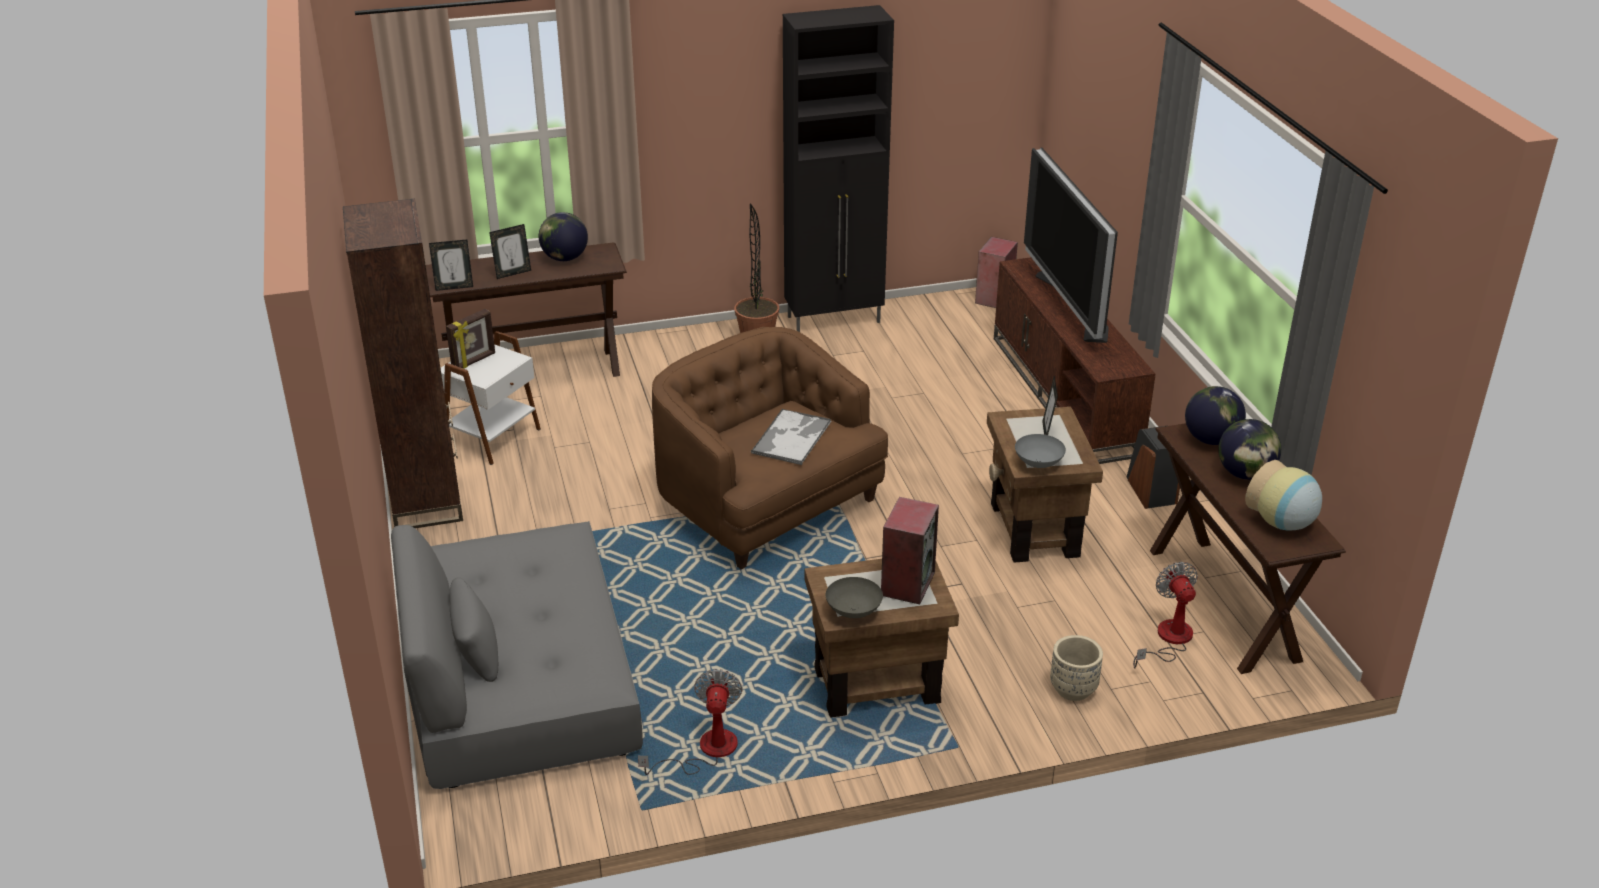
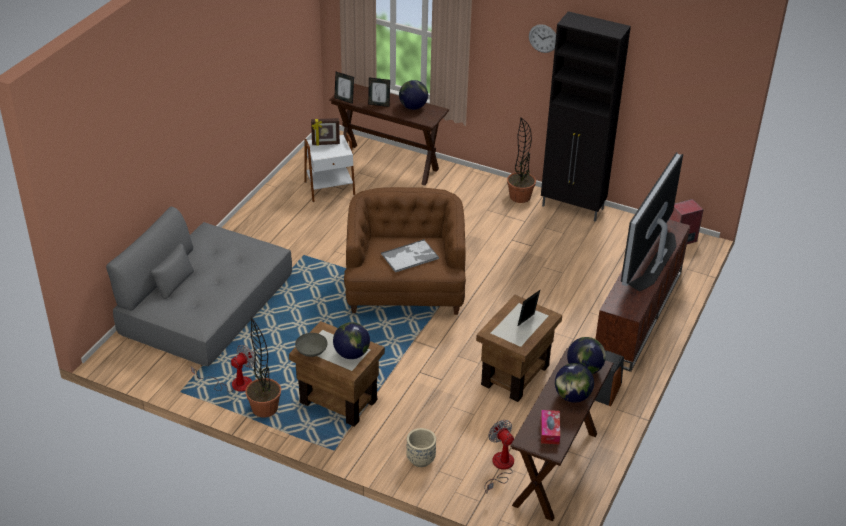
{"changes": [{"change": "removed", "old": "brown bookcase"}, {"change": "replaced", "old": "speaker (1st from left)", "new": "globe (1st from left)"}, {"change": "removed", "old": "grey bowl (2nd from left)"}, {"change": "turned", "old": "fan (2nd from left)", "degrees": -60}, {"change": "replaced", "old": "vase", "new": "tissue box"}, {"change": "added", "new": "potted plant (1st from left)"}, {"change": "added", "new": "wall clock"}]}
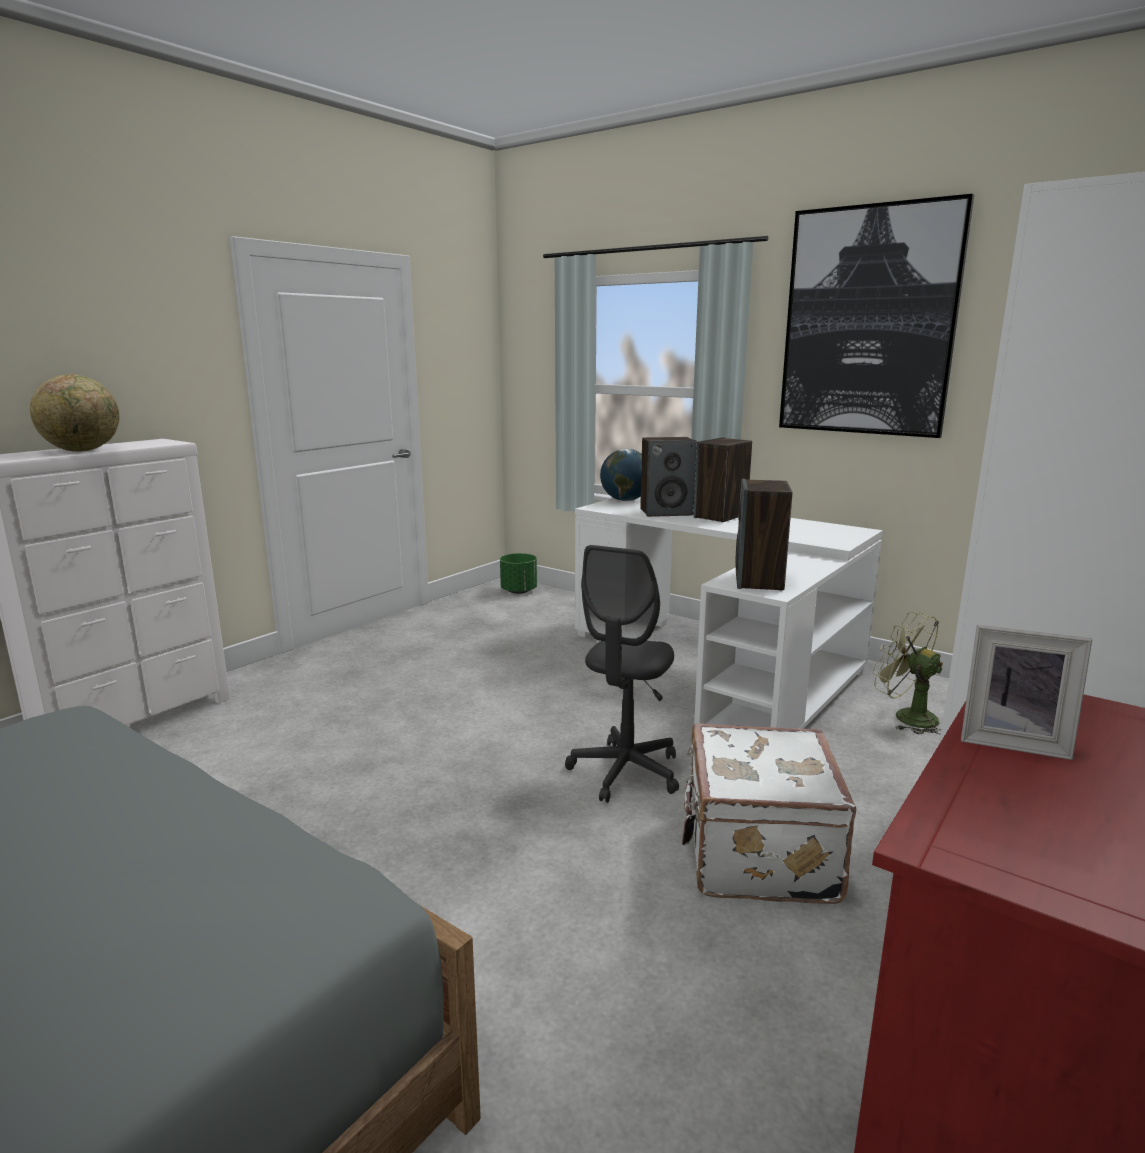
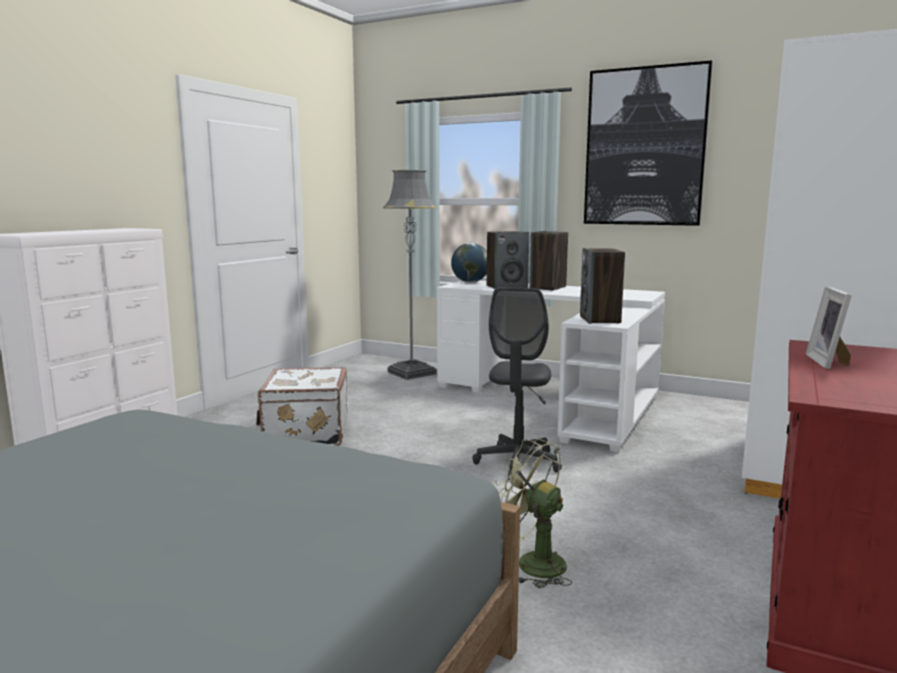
{"changes": [{"change": "removed", "old": "globe (1st from left)"}, {"change": "removed", "old": "green planter"}, {"change": "moved", "old": "white suitcase"}, {"change": "moved", "old": "green fan"}, {"change": "turned", "old": "picture frame", "degrees": 90}, {"change": "added", "new": "grey floor lamp"}]}
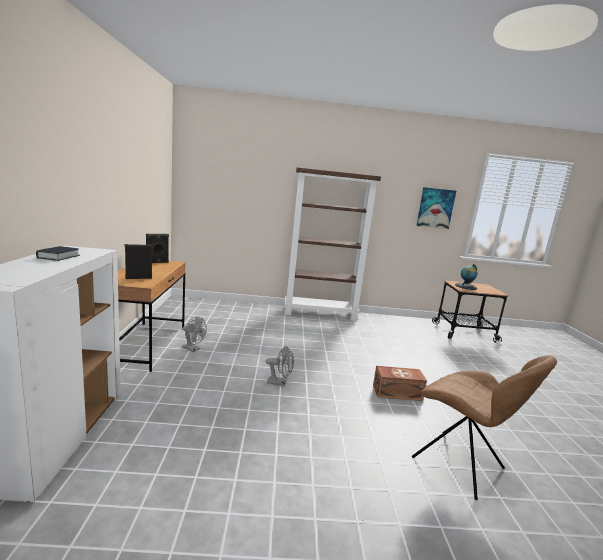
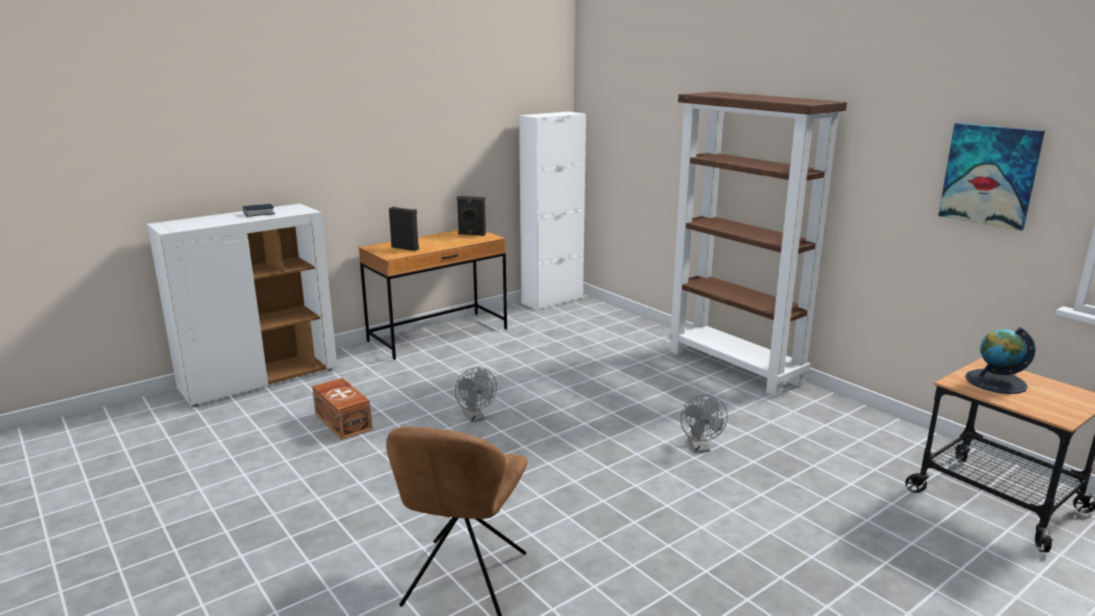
{"changes": [{"change": "moved", "old": "grey fan (1st from left in the first image)", "new": "grey fan (2nd from left)"}, {"change": "moved", "old": "brown storage box"}, {"change": "added", "new": "white cabinet (2nd from left)"}]}
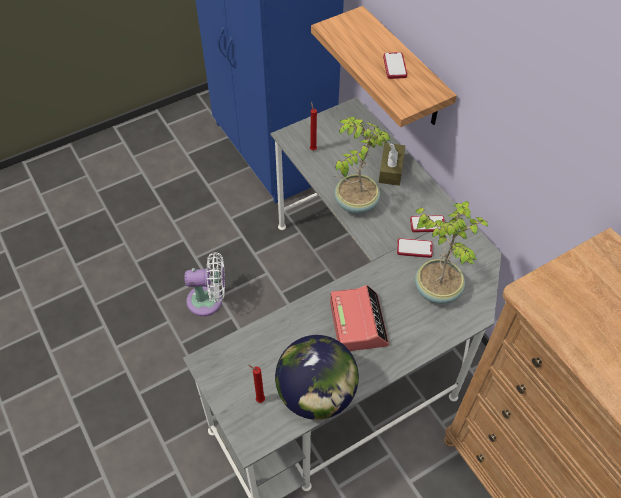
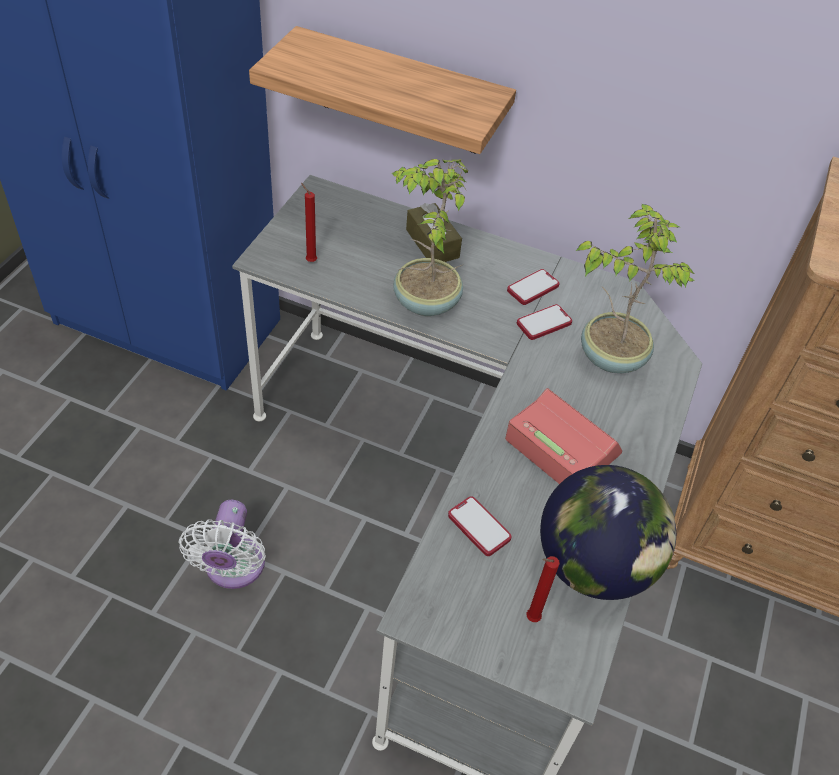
{"changes": [{"change": "turned", "old": "white fan", "degrees": 135}, {"change": "moved", "old": "phone (1st from left)"}]}
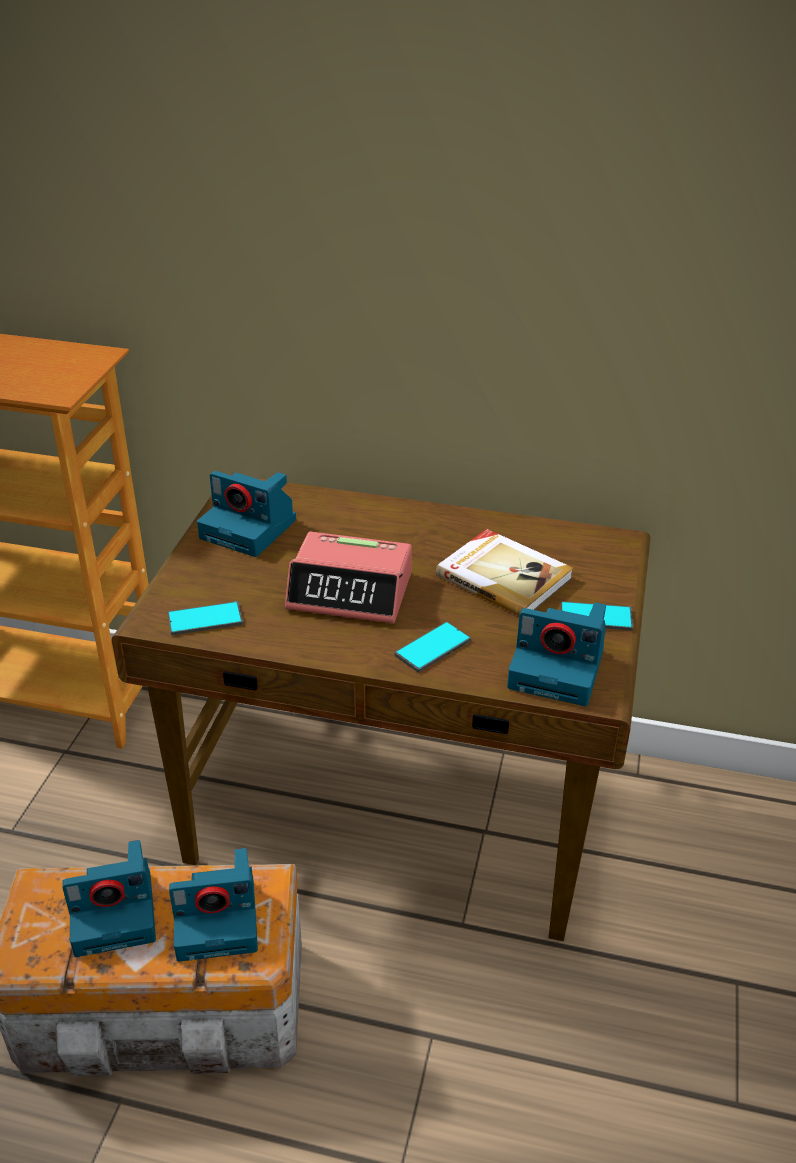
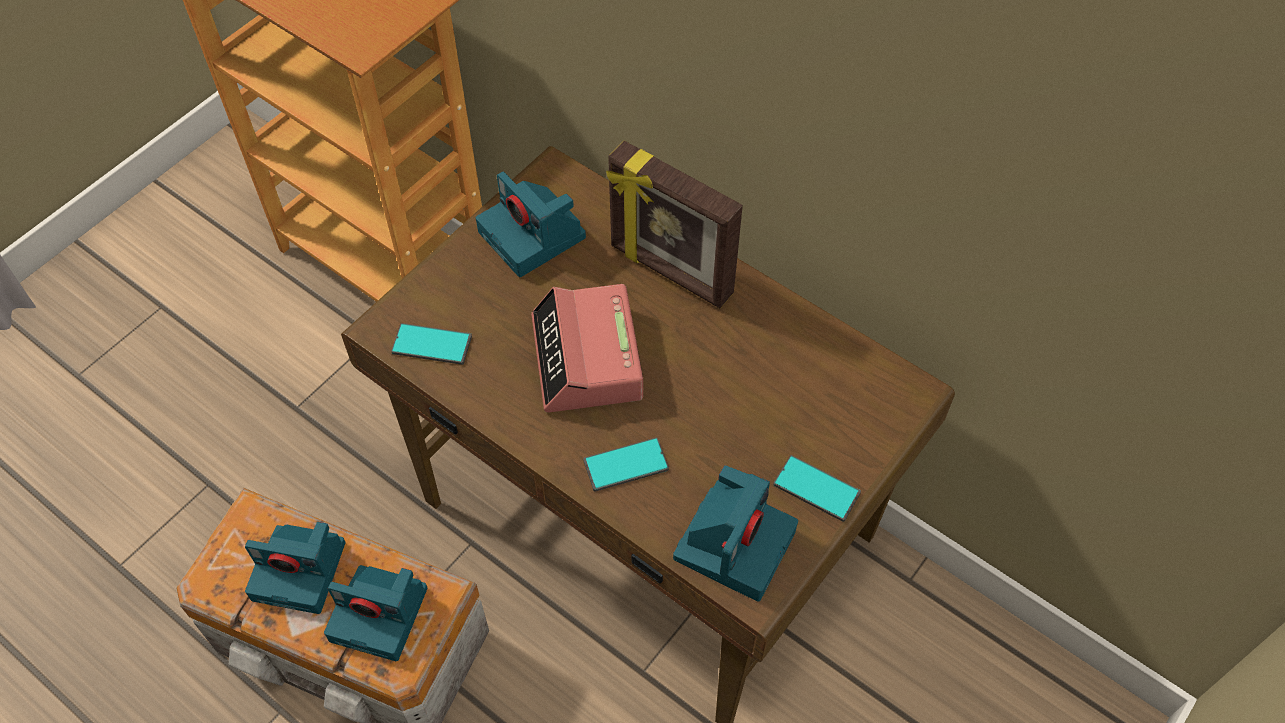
{"changes": [{"change": "turned", "old": "alarm clock", "degrees": 45}, {"change": "removed", "old": "book"}, {"change": "turned", "old": "photo camera (4th from left)", "degrees": -105}, {"change": "added", "new": "picture frame"}]}
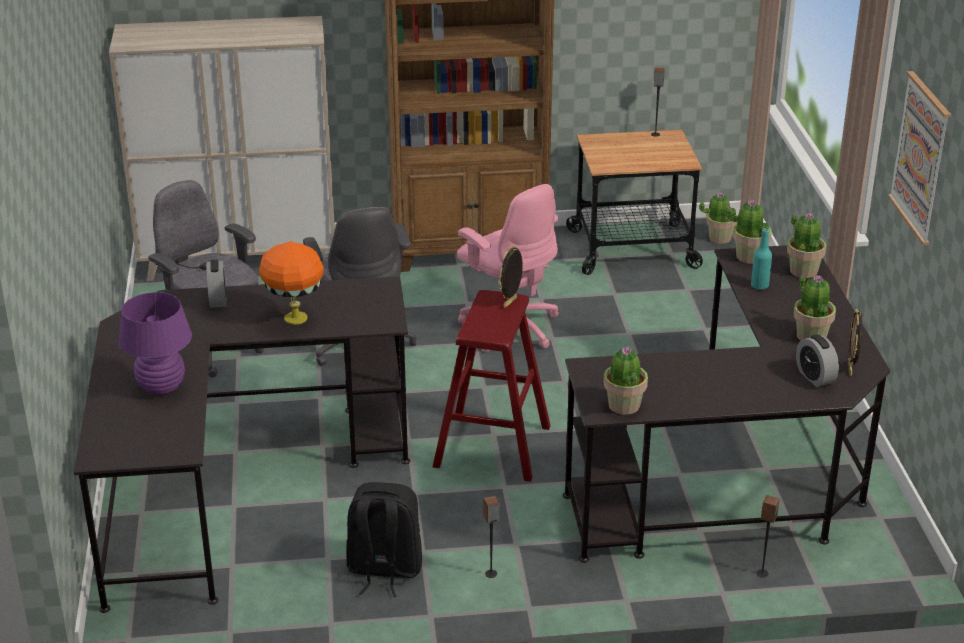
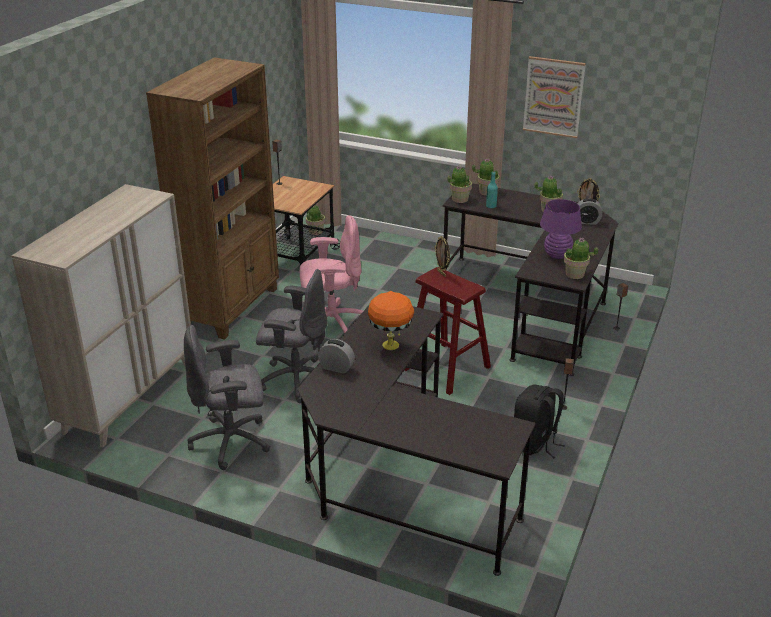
{"changes": [{"change": "moved", "old": "purple table lamp"}]}
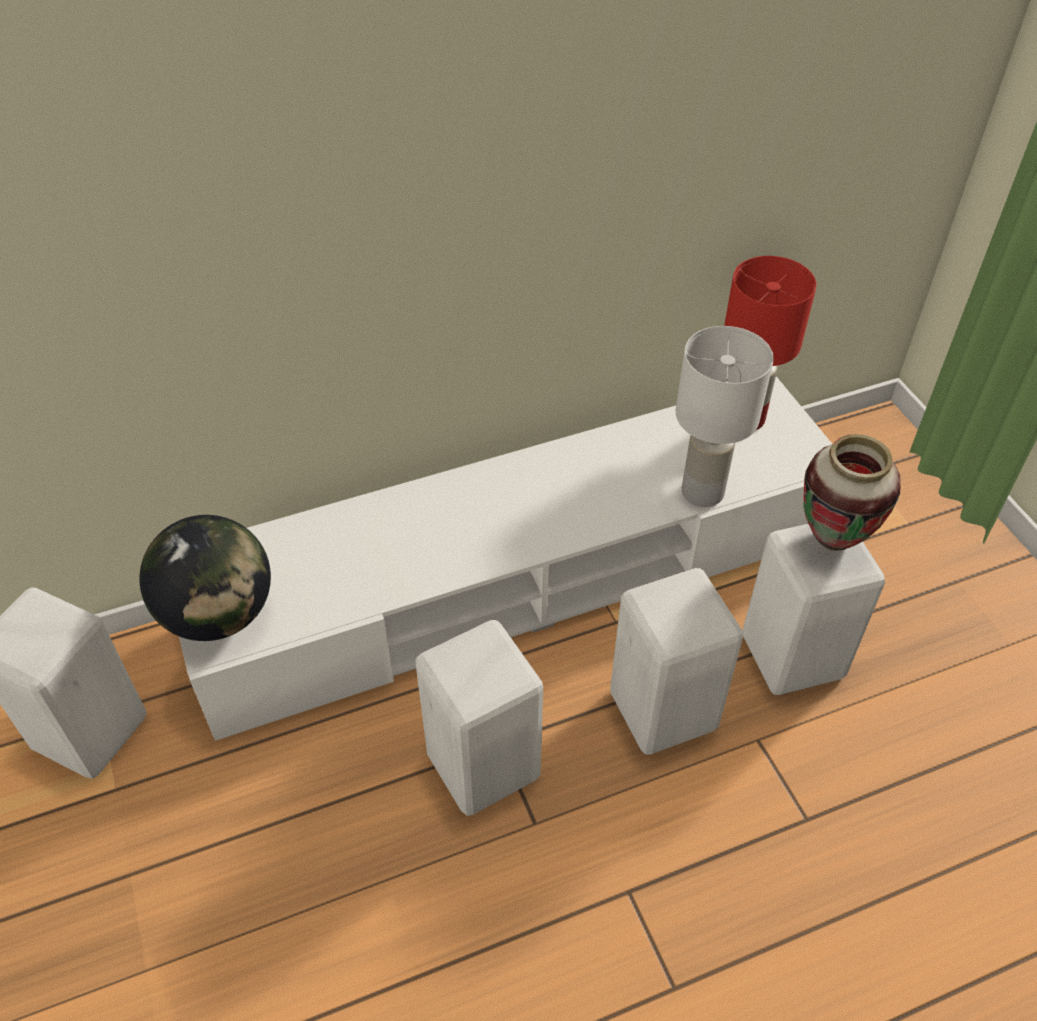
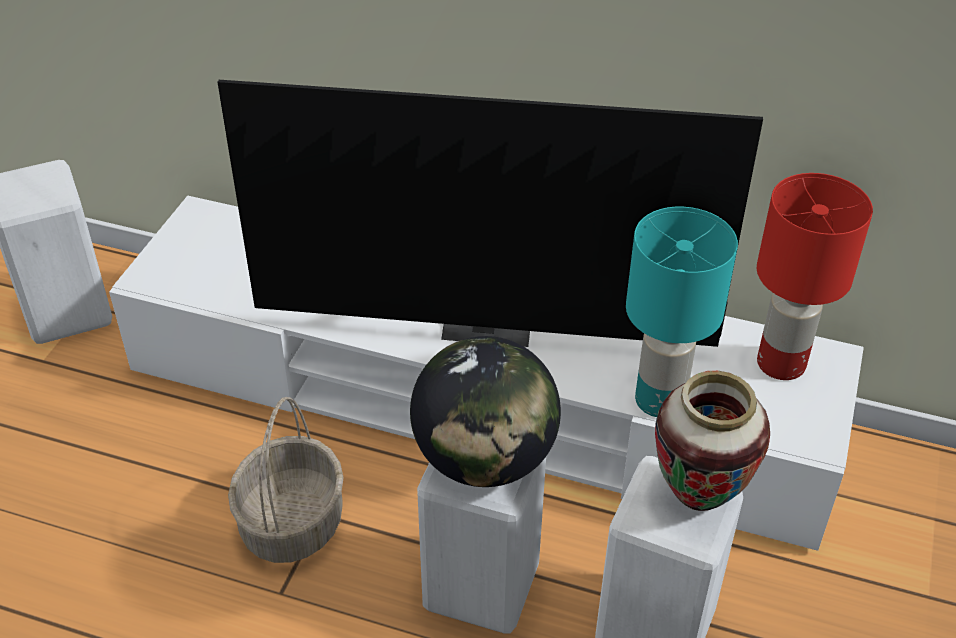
{"changes": [{"change": "moved", "old": "globe"}, {"change": "replaced", "old": "white stool (2nd from left)", "new": "basket"}, {"change": "recoloured", "old": "white table lamp", "new": "turquoise table lamp"}, {"change": "added", "new": "television"}]}
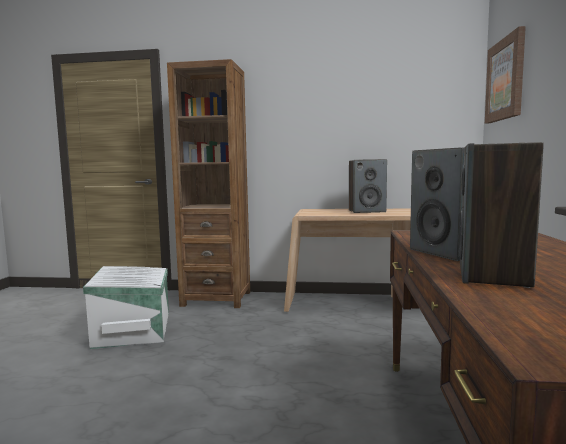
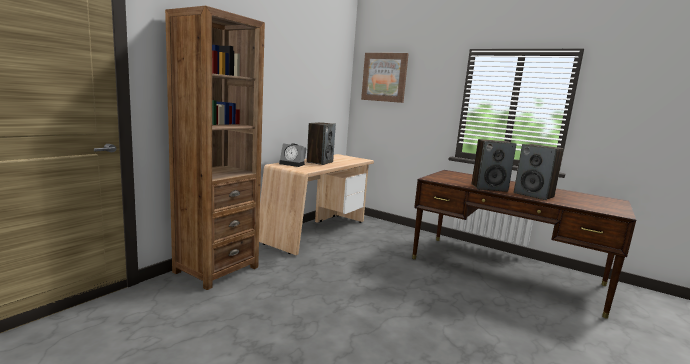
{"changes": [{"change": "removed", "old": "white storage box"}, {"change": "added", "new": "alarm clock"}]}
